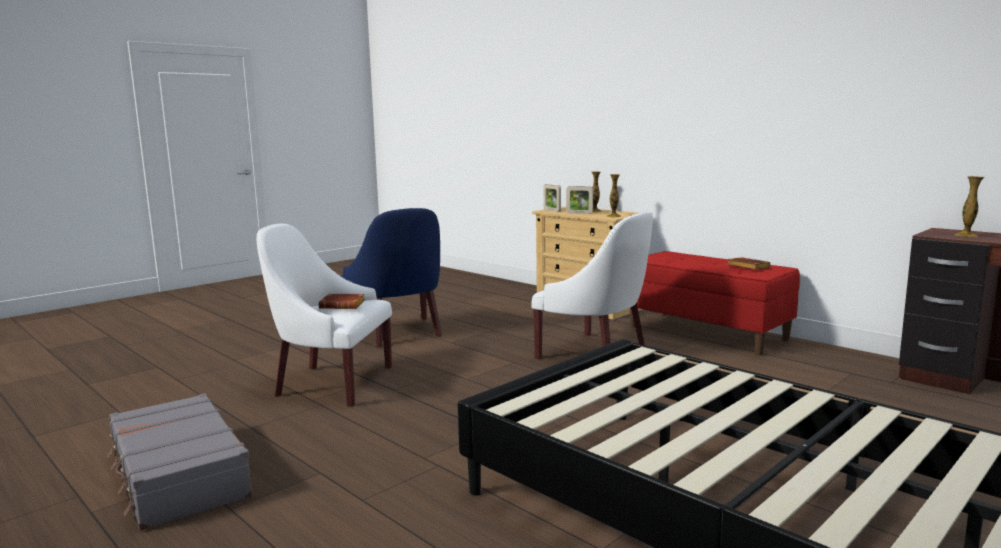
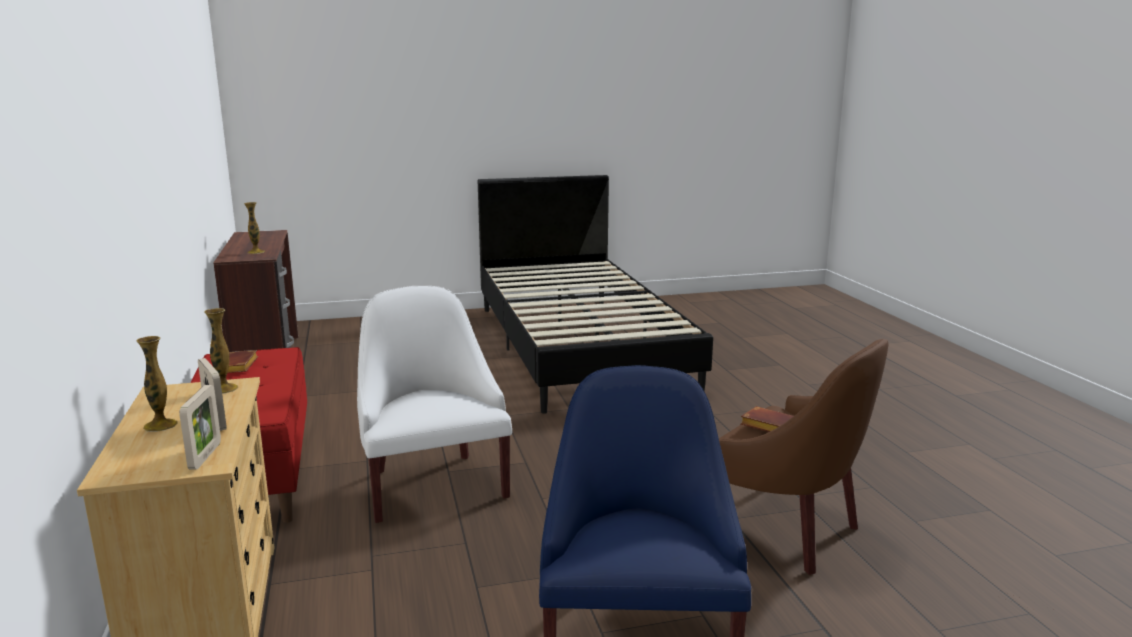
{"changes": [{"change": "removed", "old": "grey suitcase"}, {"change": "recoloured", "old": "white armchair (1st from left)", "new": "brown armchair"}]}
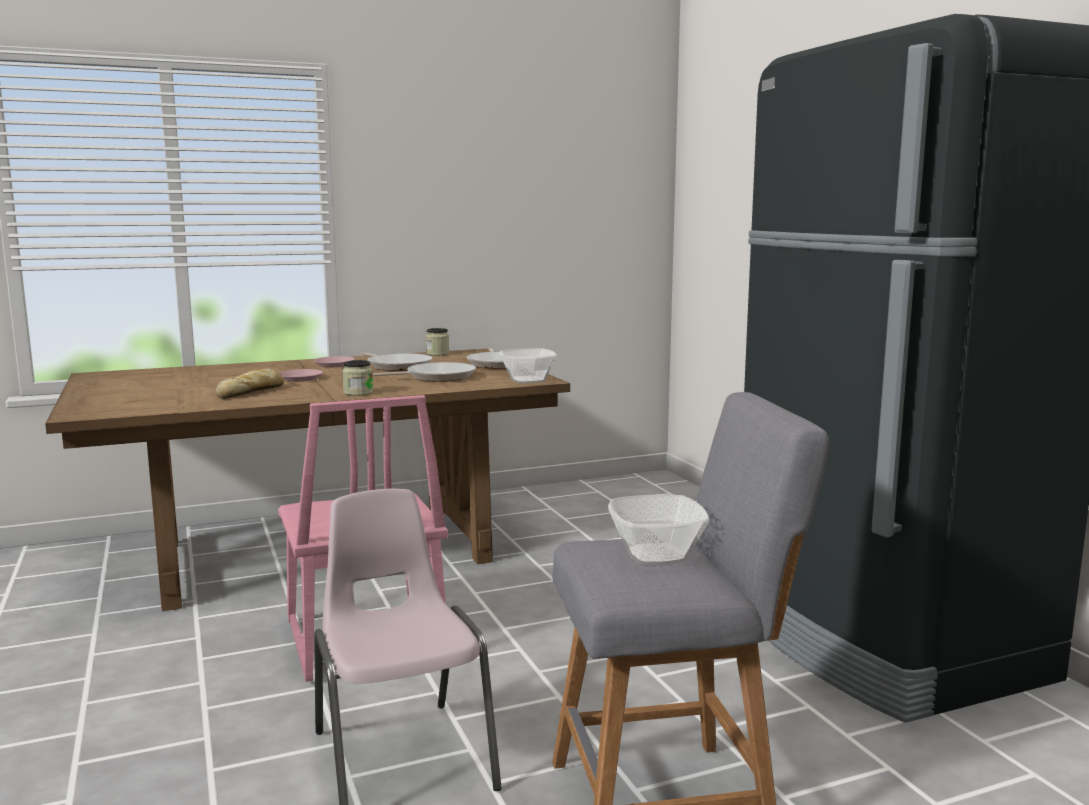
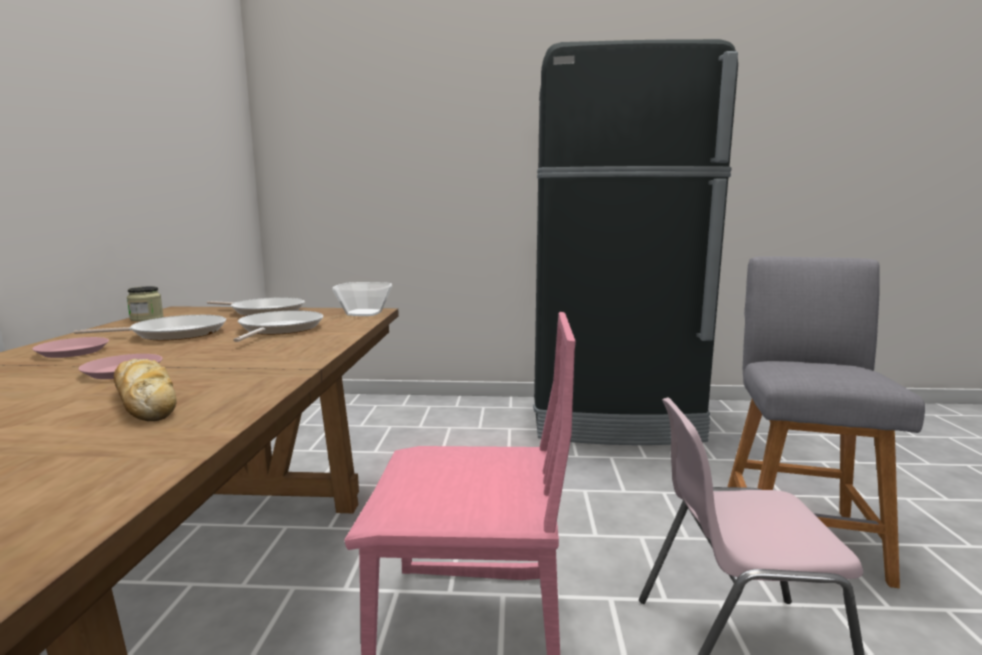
{"changes": [{"change": "removed", "old": "jar (1st from left)"}, {"change": "removed", "old": "bowl (2nd from left)"}]}
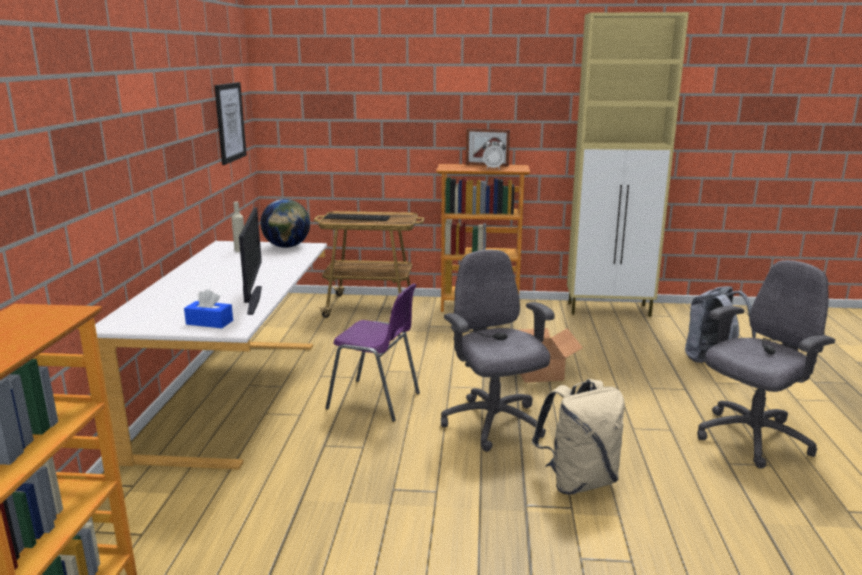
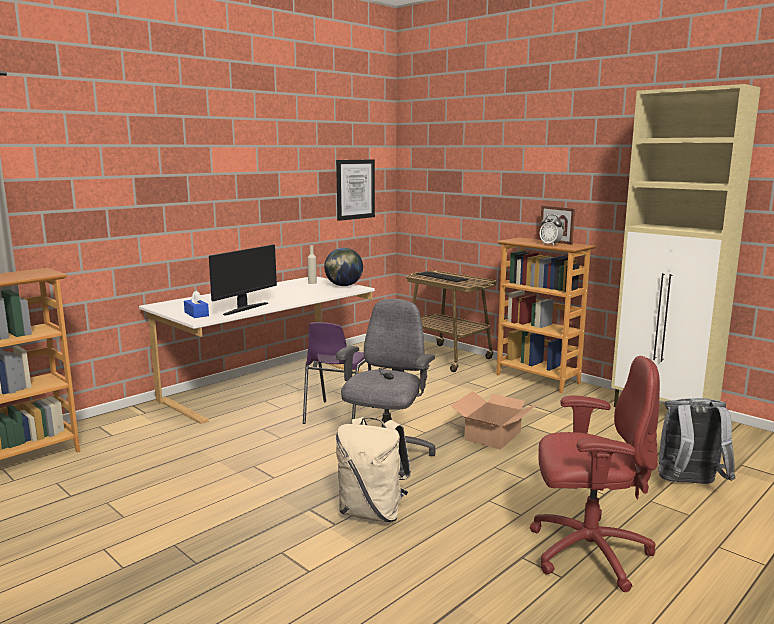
{"changes": [{"change": "turned", "old": "purple chair", "degrees": 45}, {"change": "recoloured", "old": "grey office chair (2nd from left)", "new": "red office chair"}]}
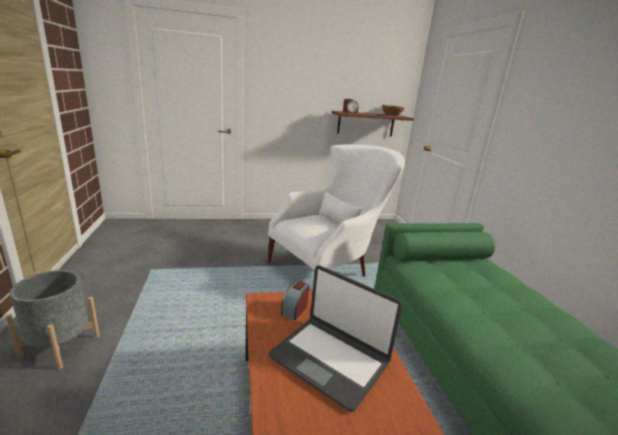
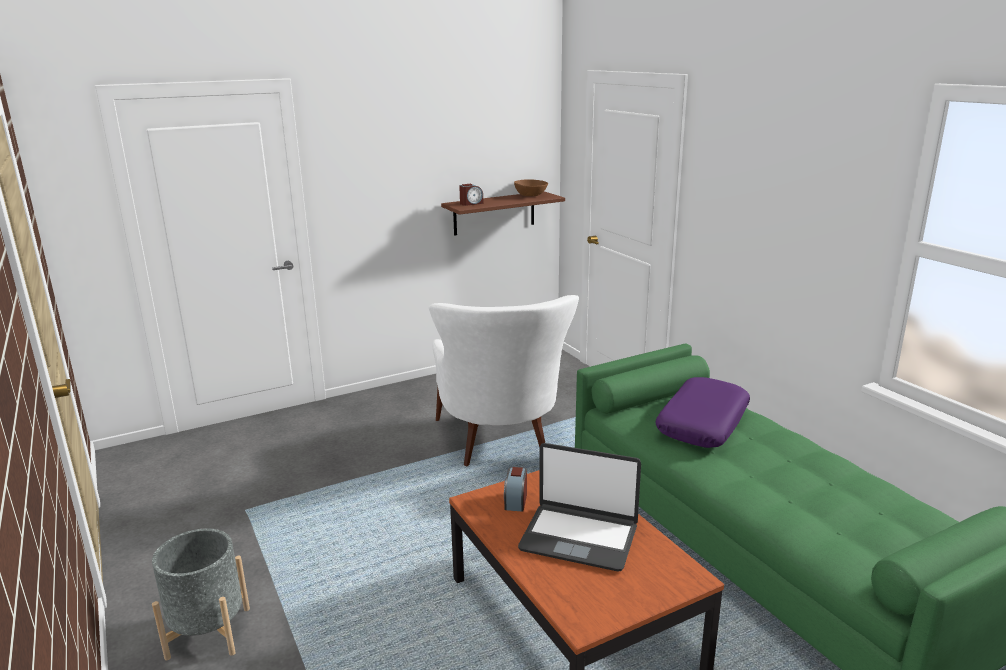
{"changes": [{"change": "turned", "old": "white armchair", "degrees": 135}, {"change": "added", "new": "purple pillow"}]}
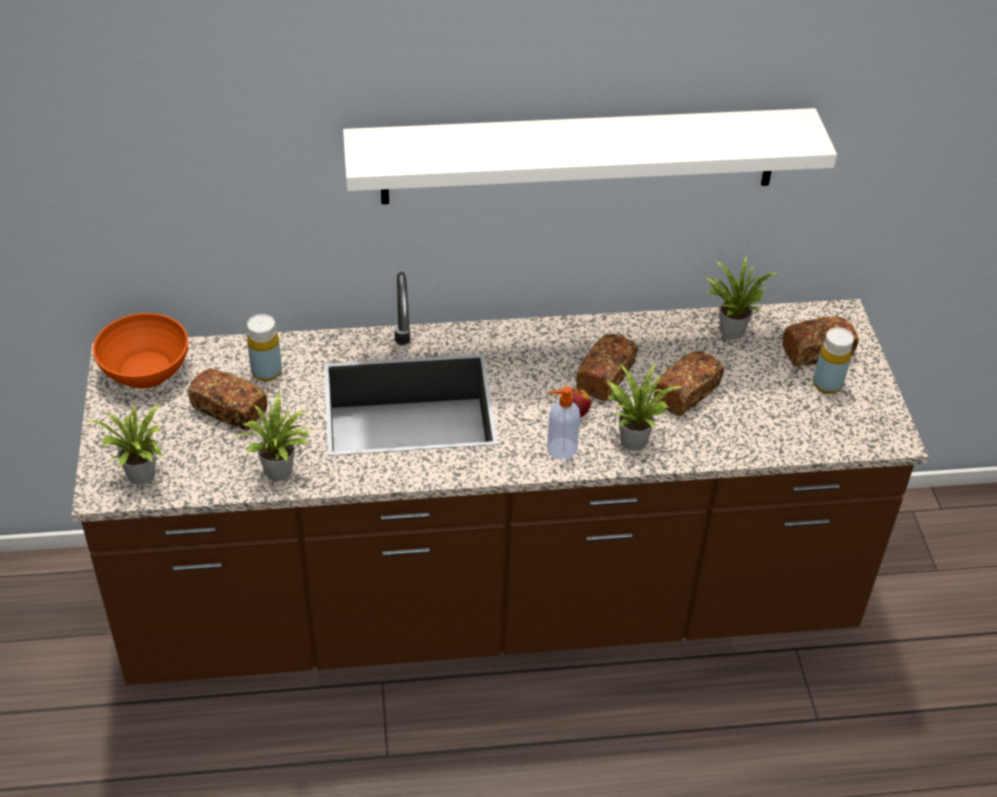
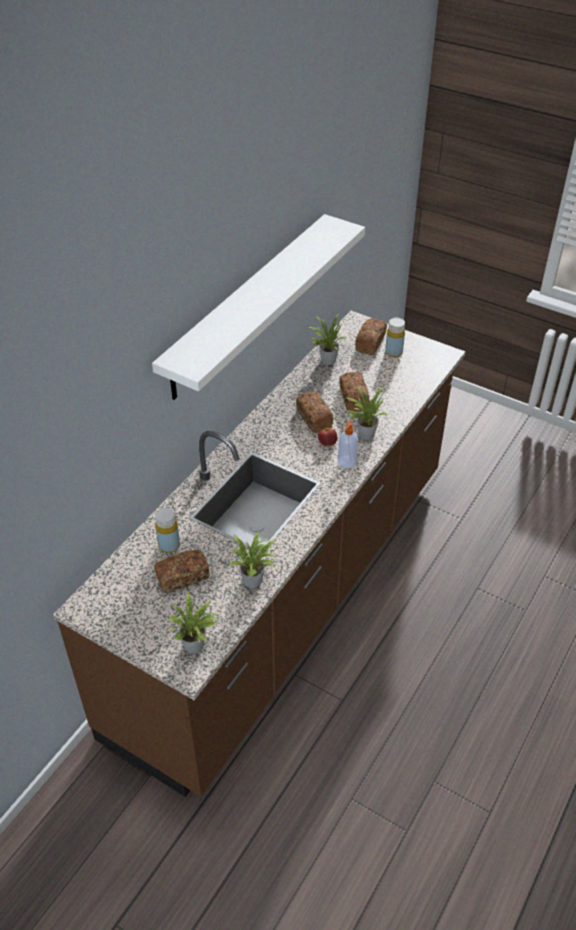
{"changes": [{"change": "removed", "old": "orange bowl"}]}
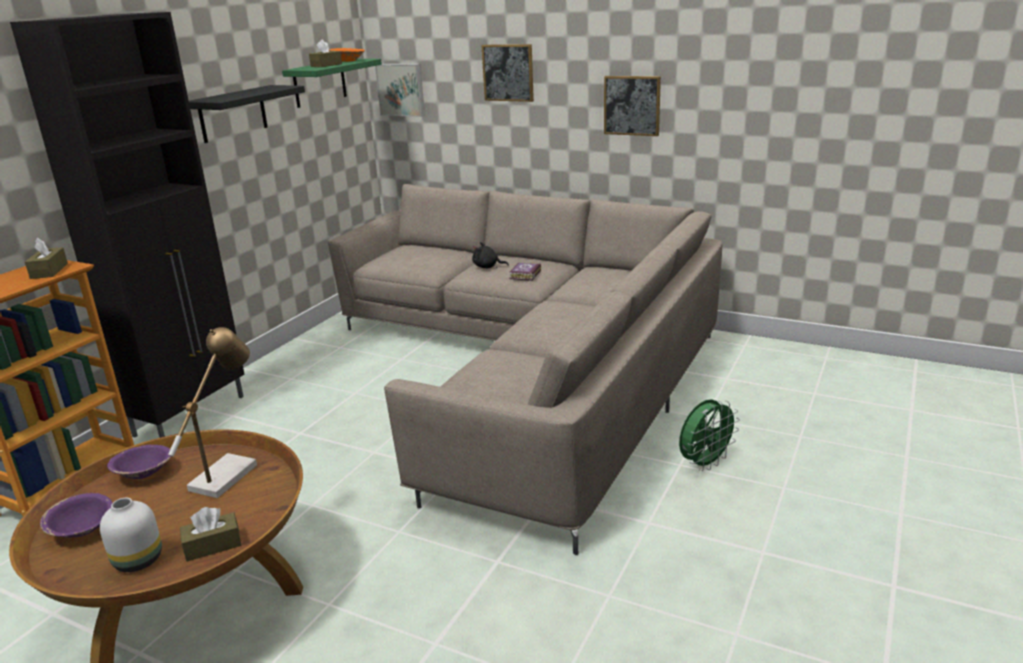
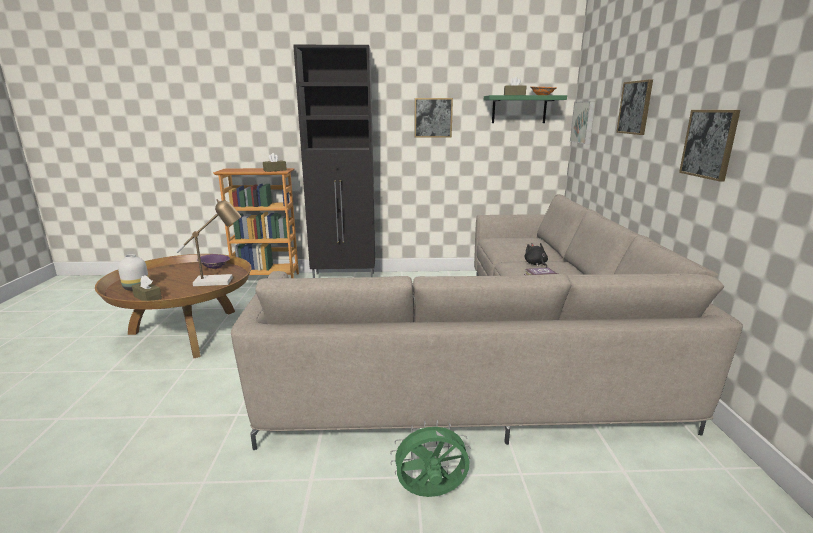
{"changes": [{"change": "removed", "old": "purple bowl (1st from left)"}, {"change": "replaced", "old": "black shelf", "new": "picture (1st from left)"}, {"change": "turned", "old": "green fan", "degrees": 150}]}
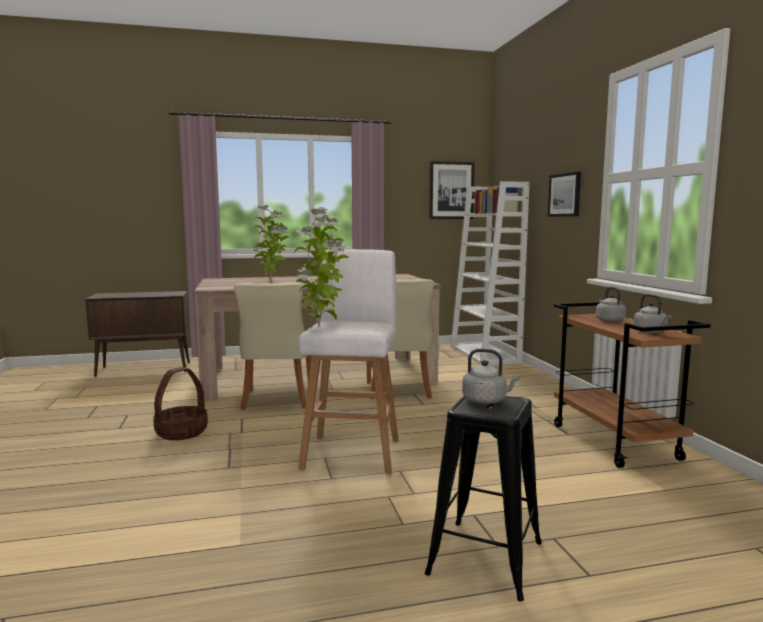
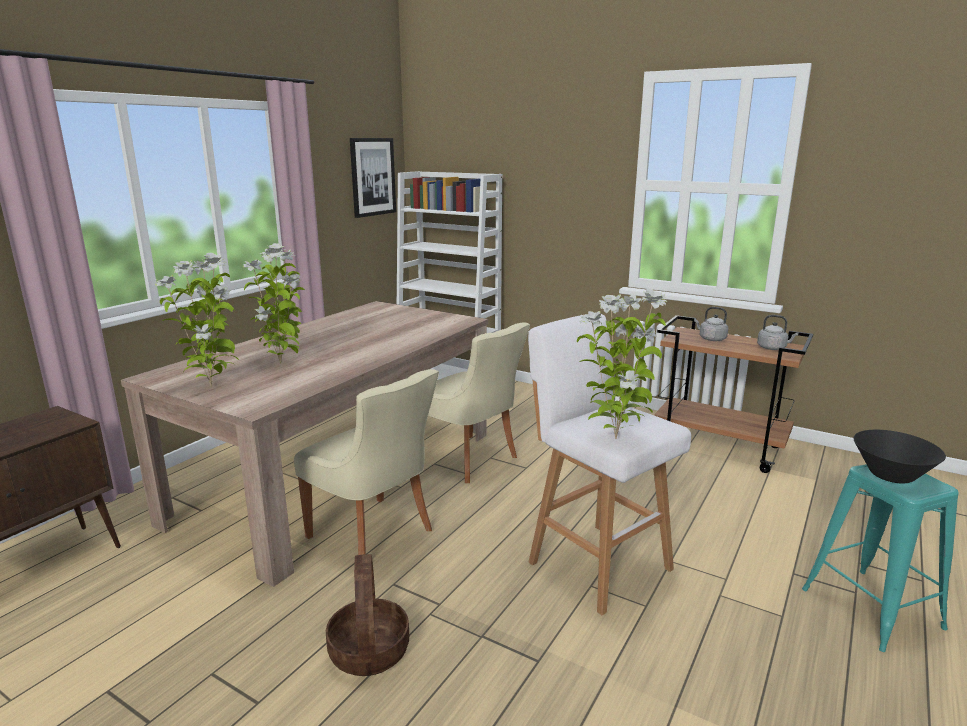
{"changes": [{"change": "recoloured", "old": "black stool", "new": "turquoise stool"}, {"change": "replaced", "old": "grey kettle (1st from left)", "new": "black bowl"}, {"change": "removed", "old": "picture (2nd from left)"}, {"change": "added", "new": "potted plant (1st from left)"}]}
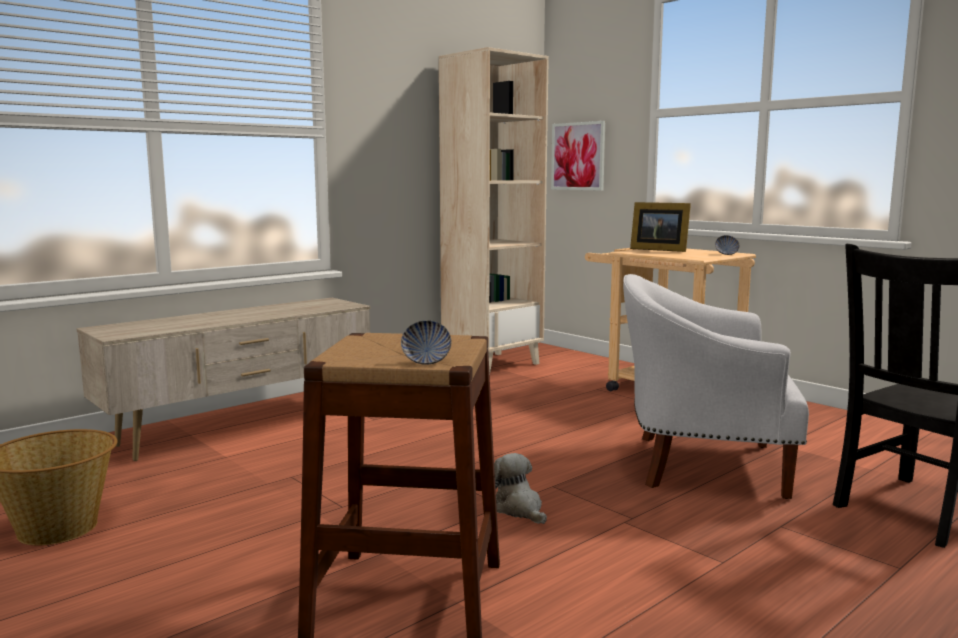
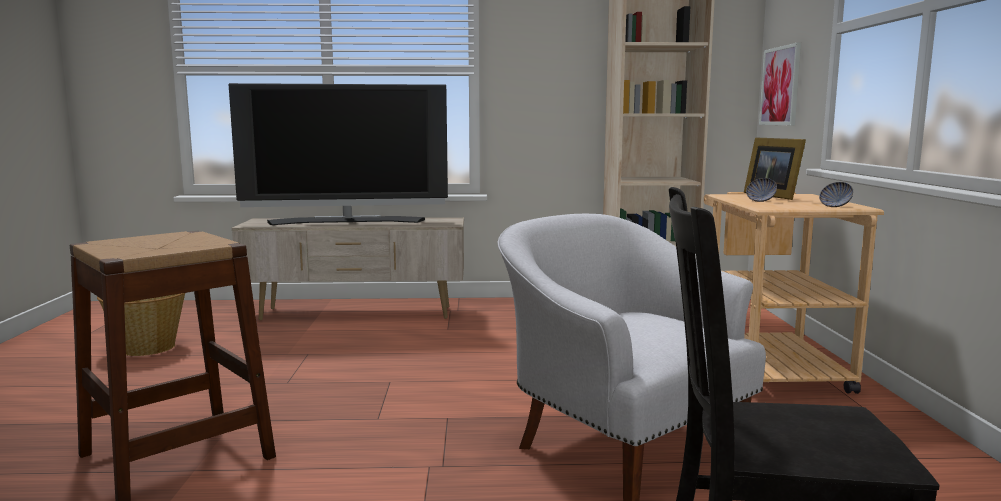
{"changes": [{"change": "moved", "old": "bowl (1st from left)"}, {"change": "removed", "old": "plush toy"}, {"change": "added", "new": "television"}]}
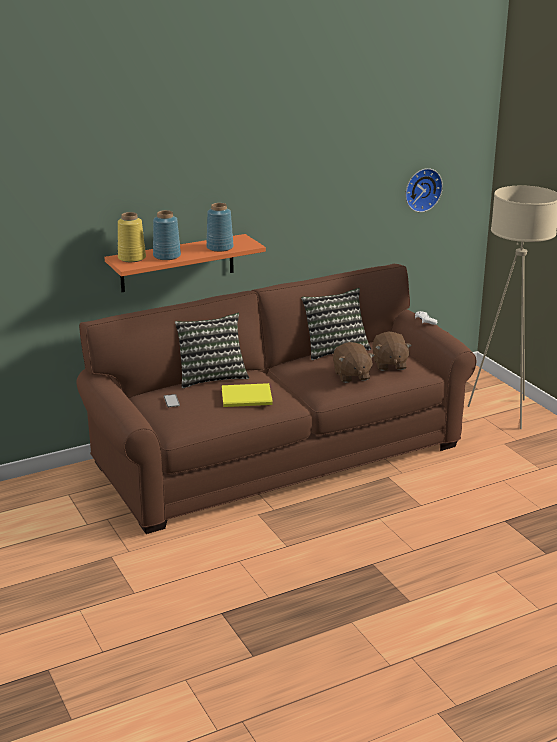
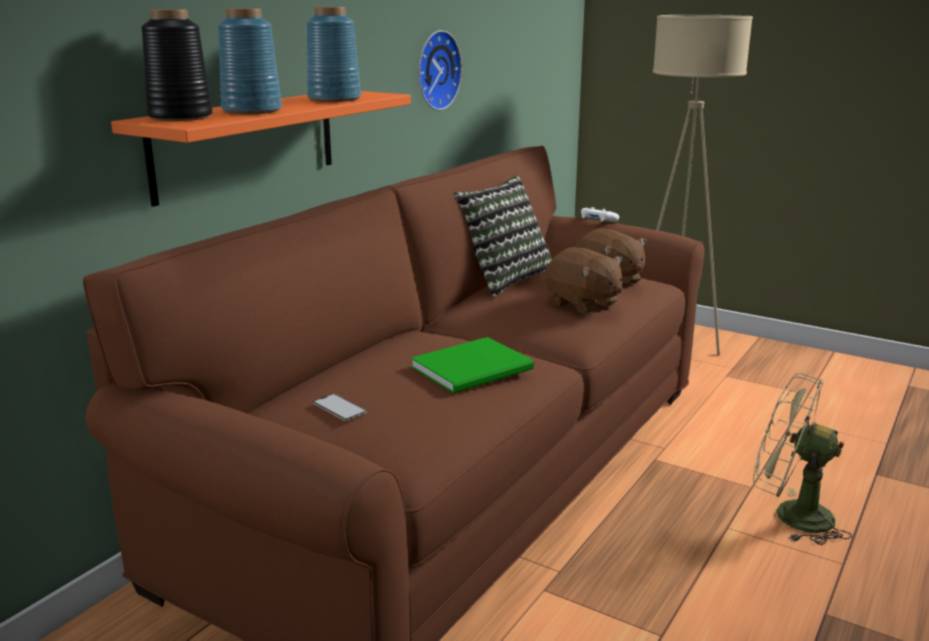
{"changes": [{"change": "recoloured", "old": "yellow vase", "new": "black vase"}, {"change": "removed", "old": "pillow (1st from left)"}, {"change": "recoloured", "old": "yellow book", "new": "green book"}, {"change": "moved", "old": "wall clock"}, {"change": "added", "new": "green fan"}]}
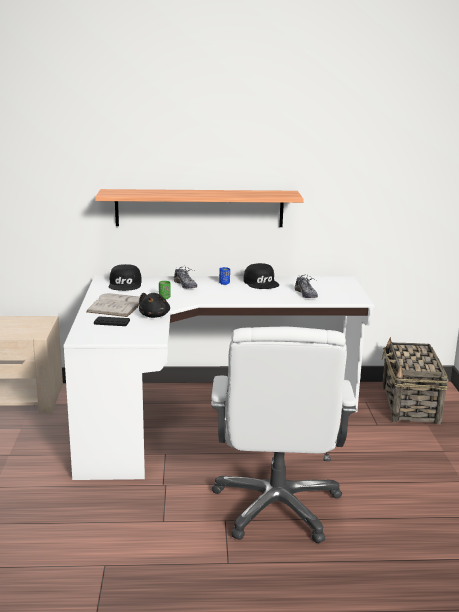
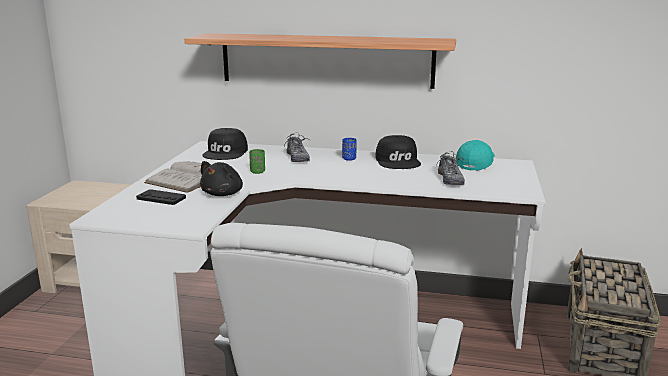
{"changes": [{"change": "added", "new": "turquoise cap"}]}
